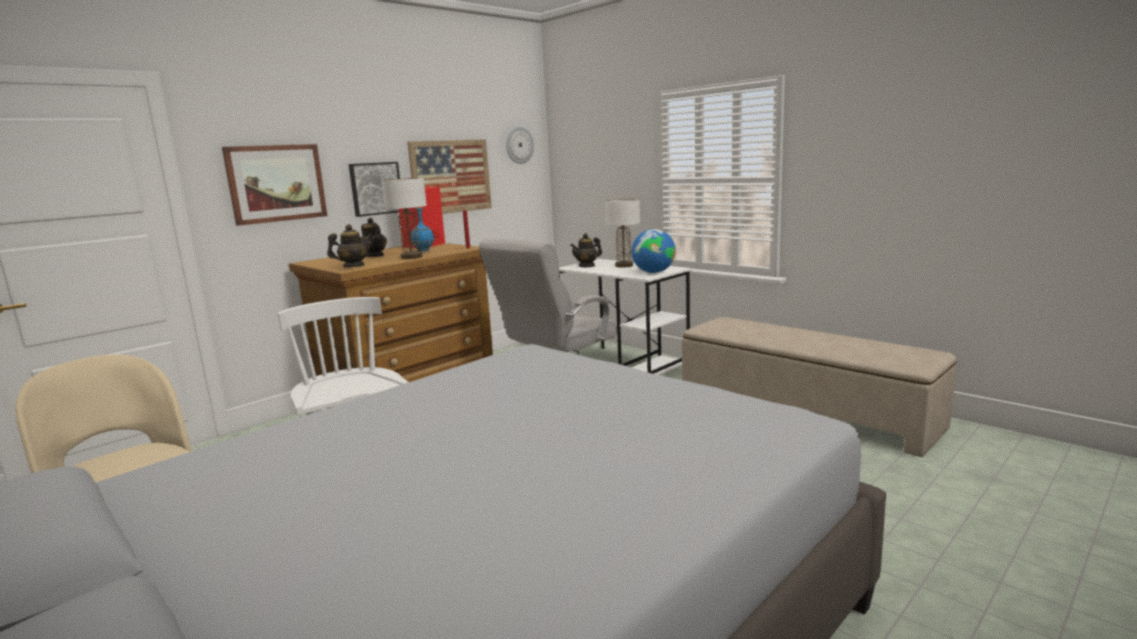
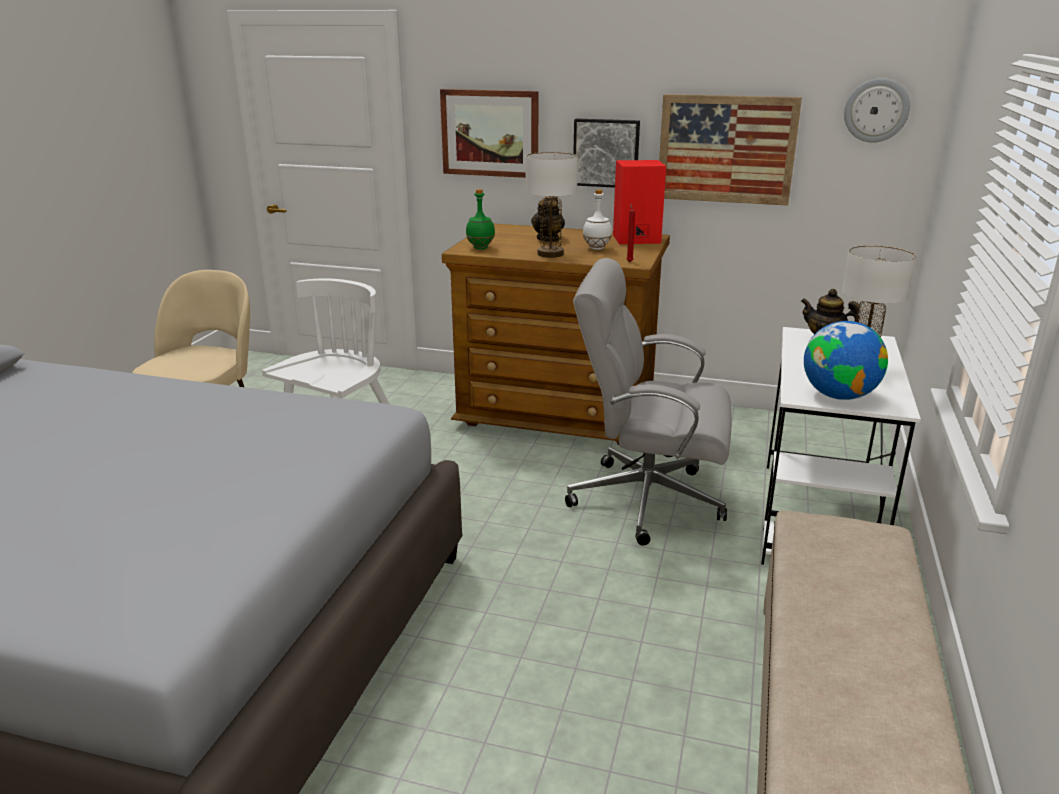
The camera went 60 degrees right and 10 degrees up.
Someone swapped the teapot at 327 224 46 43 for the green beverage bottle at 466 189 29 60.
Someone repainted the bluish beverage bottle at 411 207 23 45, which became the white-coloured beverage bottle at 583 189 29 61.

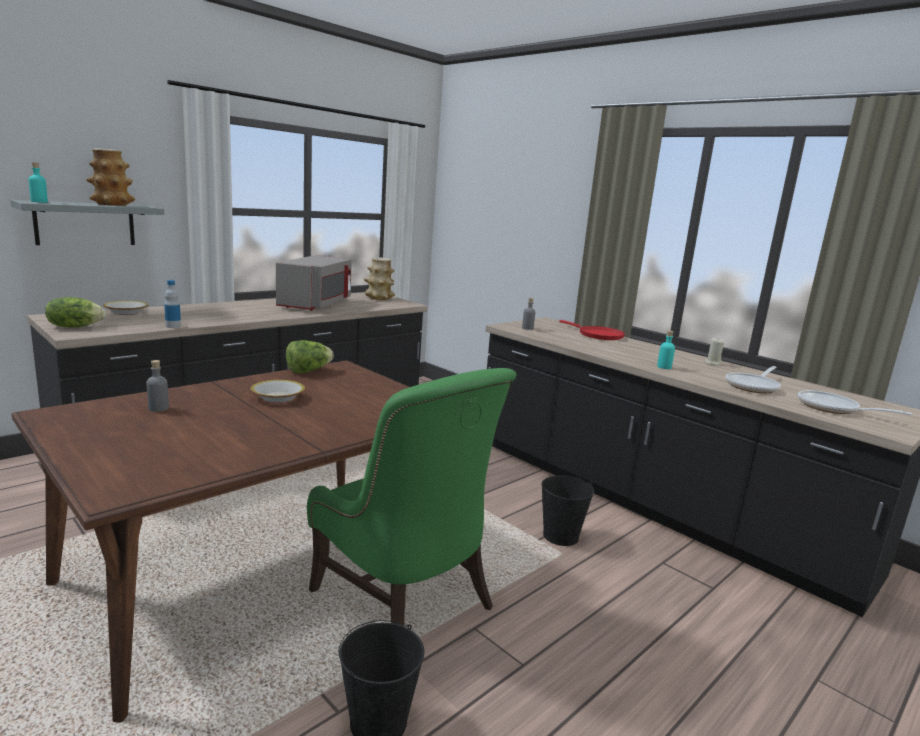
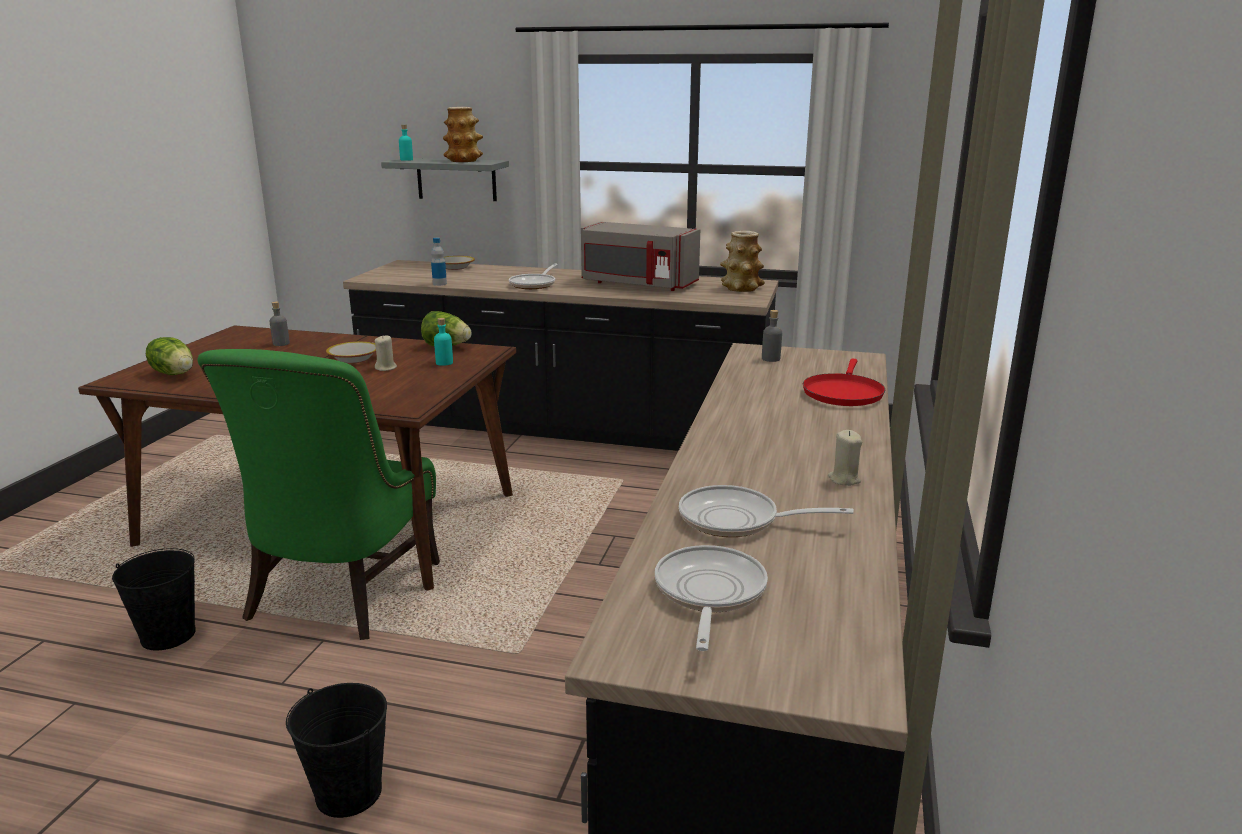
The camera went 60 degrees right and 5 degrees up.
Someone put down the beige-coloured wax candle at 375 335 22 36.
Someone put down the frying pan at 509 263 49 26.
Someone carried the lettuce head from 45 297 61 30 to 146 337 47 38.
Someone carried the black bucket from 542 476 52 70 to 286 683 101 135.
Someone carried the turquoise beverage bottle from 657 330 18 39 to 434 318 19 48.
Someone rotated the greyish kitchen microwave at 276 255 76 56 by 45 degrees clockwise.

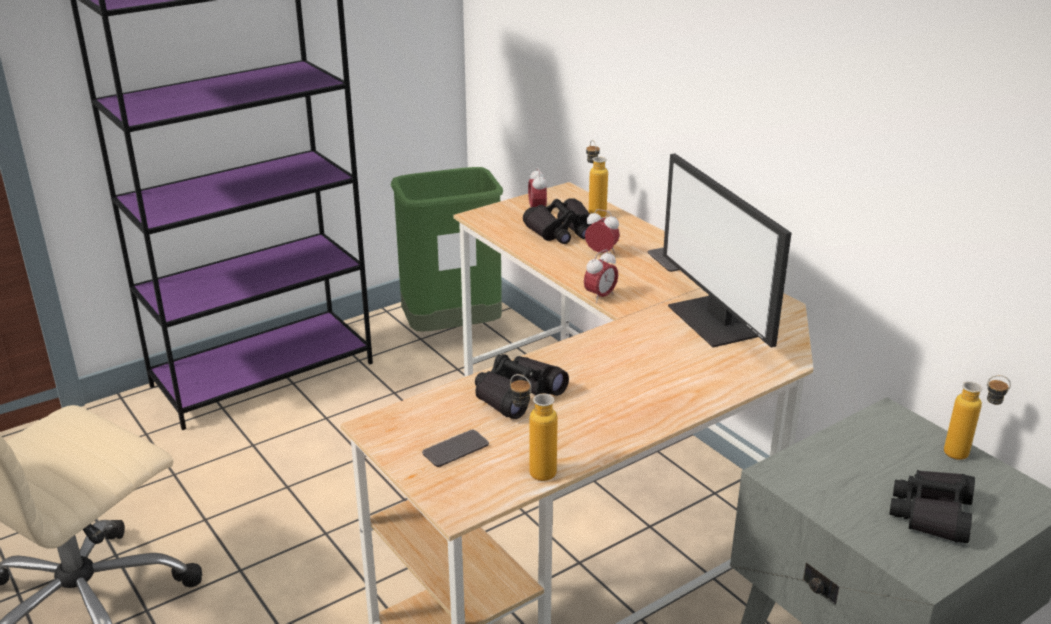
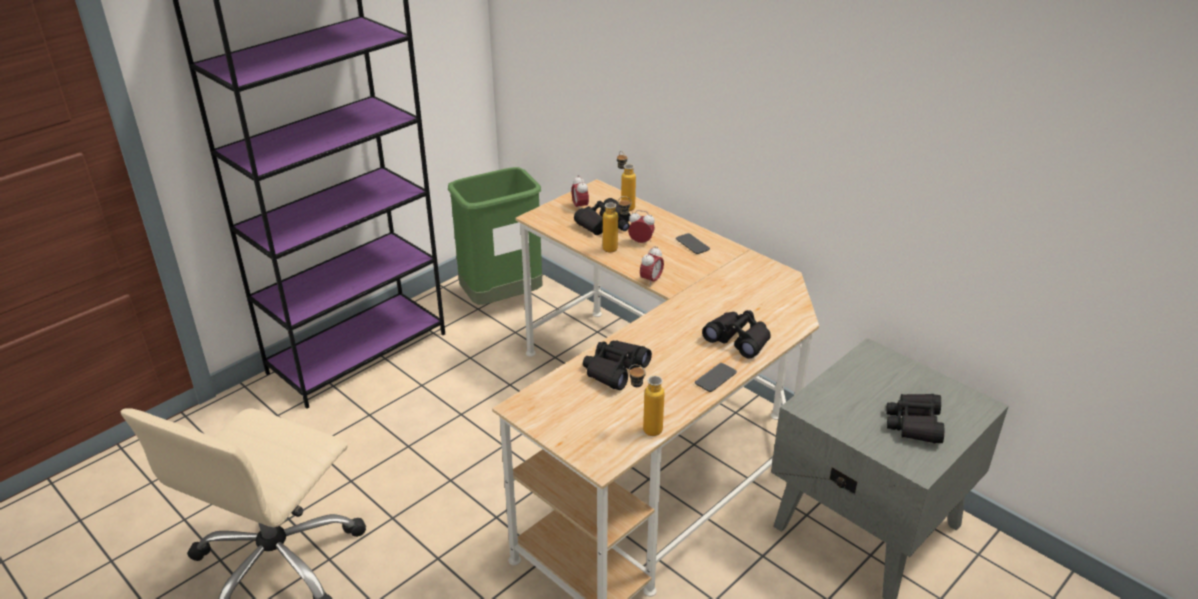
The camera went 10 degrees left and 5 degrees up.
Someone took away the computer display at 663 154 128 193.
Someone put down the black pair of binoculars at 702 310 69 48.
Someone carried the telephone from 422 430 67 37 to 695 363 42 29.
Someone carried the beverage bottle from 944 375 67 85 to 603 196 28 56.

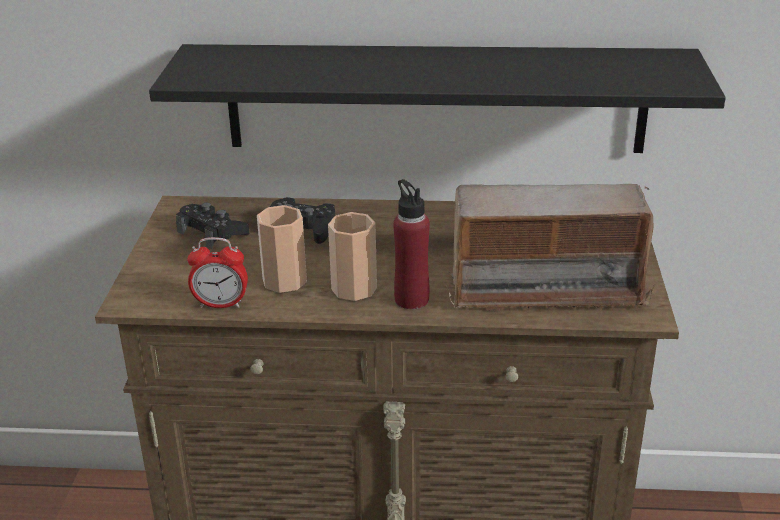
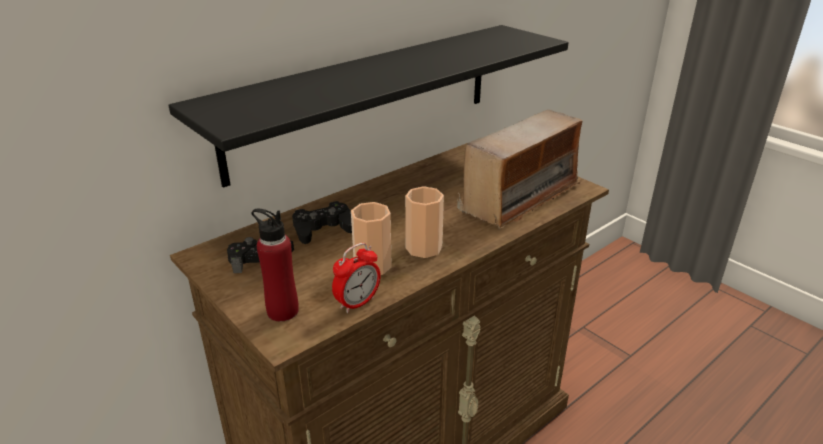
The camera went 45 degrees left and 0 degrees up.
Someone carried the red-coloured beverage bottle from 393 179 37 130 to 252 209 47 112.

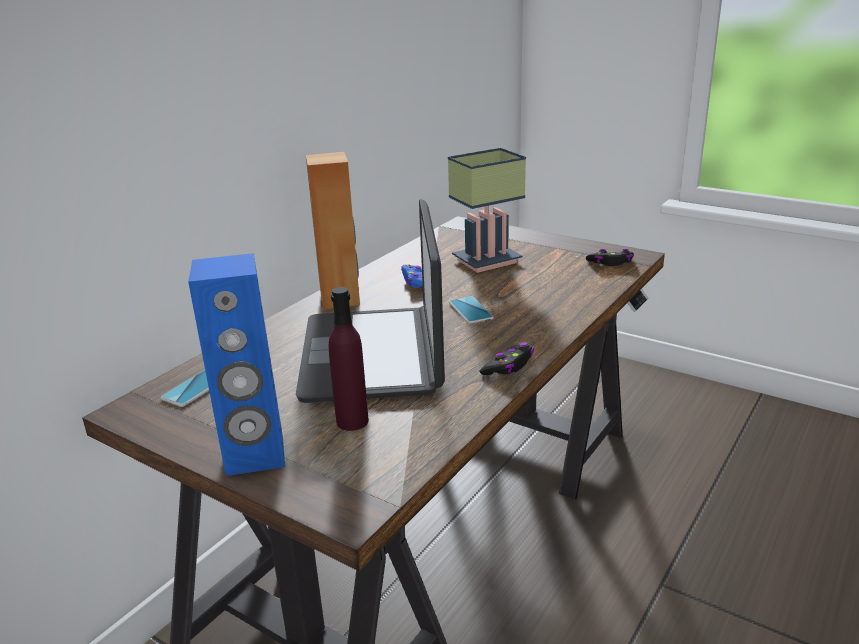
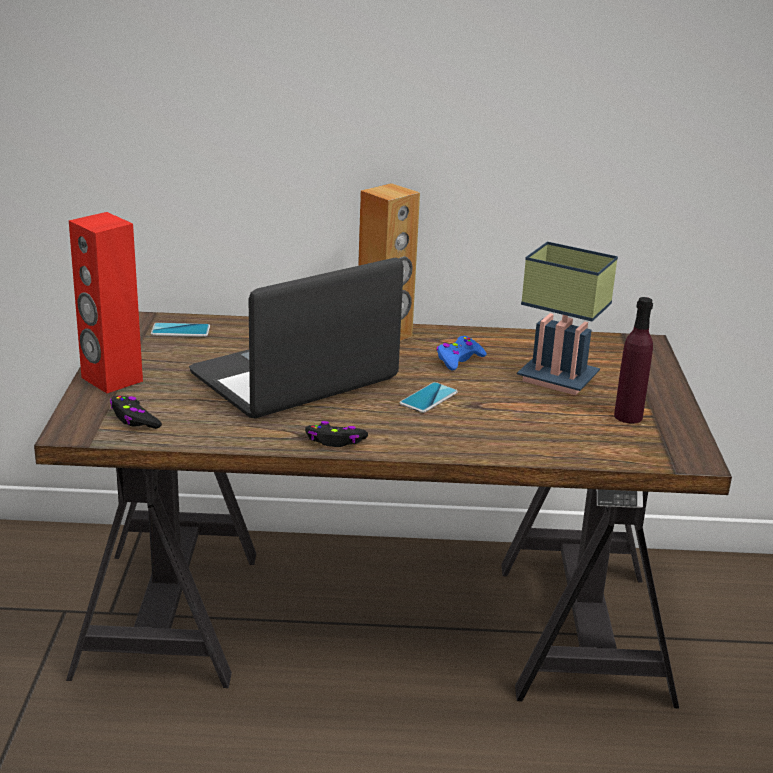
The camera went 55 degrees right and 0 degrees up.
Someone carried the purplish beverage bottle from 329 287 40 144 to 614 297 39 126.
Someone carried the black game controller from 586 249 48 17 to 110 396 52 33.
Someone repainted the bluish audio speaker at 188 253 97 223, which became the red-coloured audio speaker at 69 212 74 181.

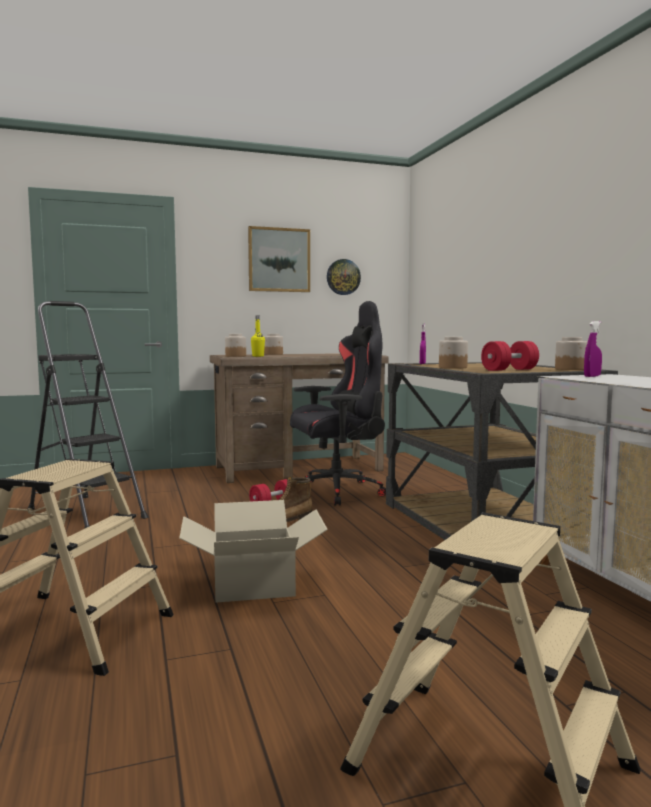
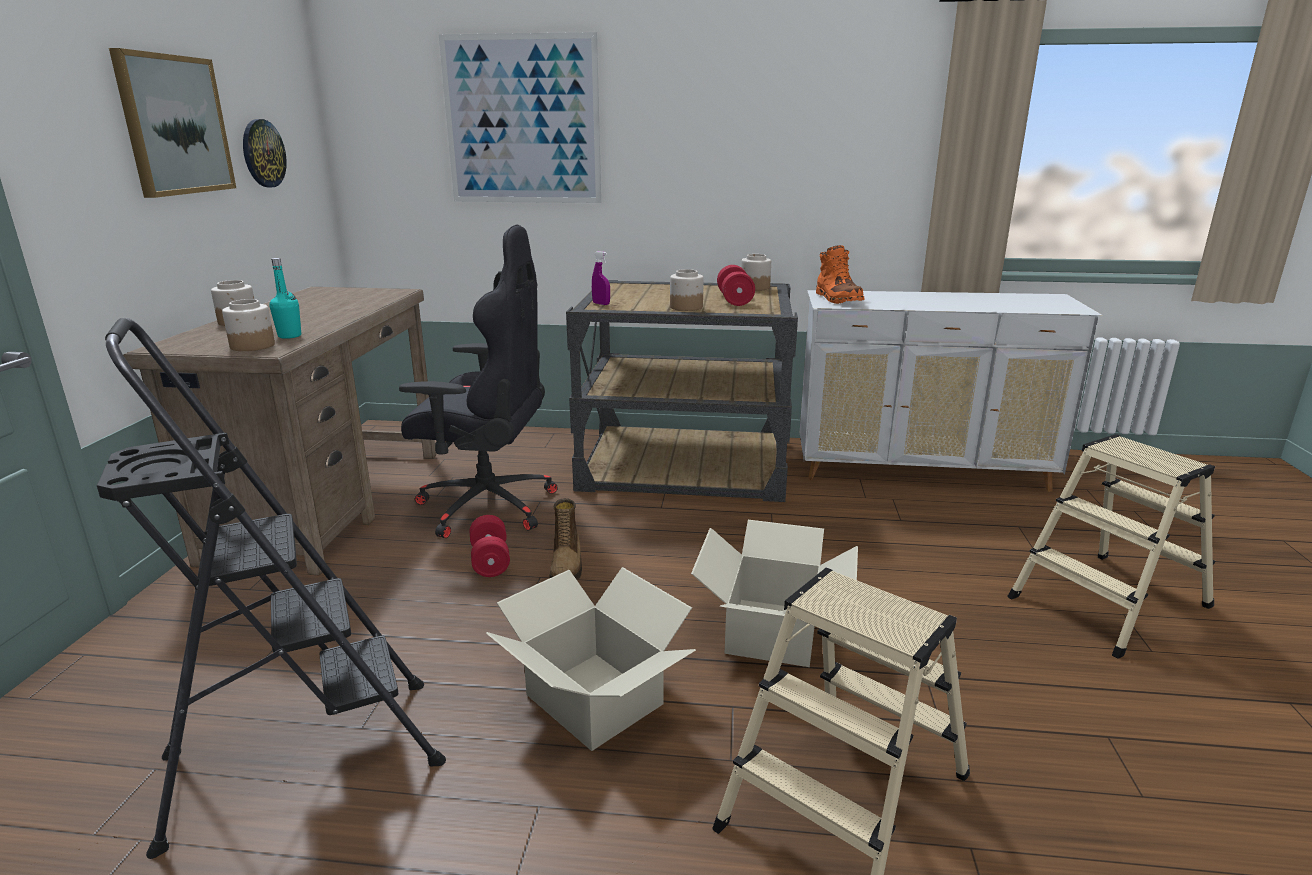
The camera went 65 degrees left and 15 degrees up.
Someone put up the wall art at 439 32 162 171.
Someone put down the cardboard box at 486 567 210 184.
Someone swapped the purplish sprayer at 584 321 18 56 for the orange high-top boot at 816 245 48 59.
Someone repainted the yellow beverage bottle at 251 316 14 41, which became the turquoise beverage bottle at 269 258 32 81.
Someone rotated the black office chair at 290 301 96 204 by 90 degrees clockwise.

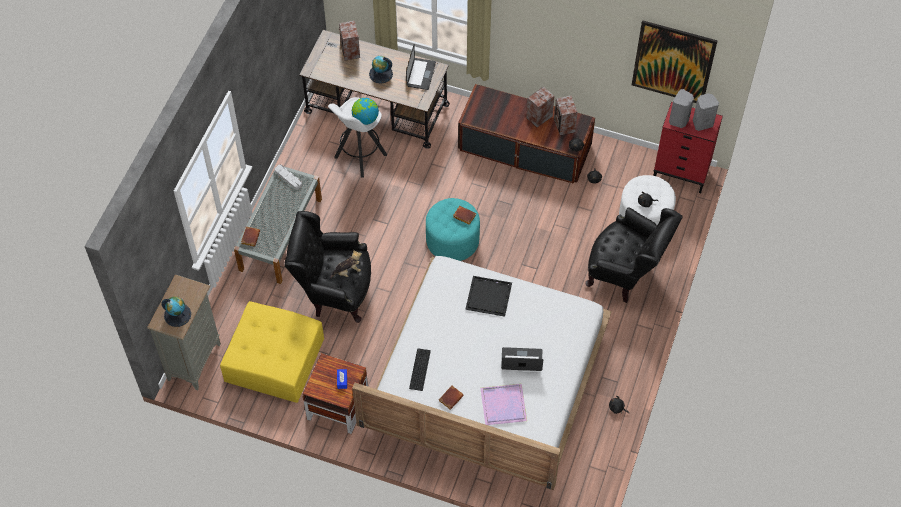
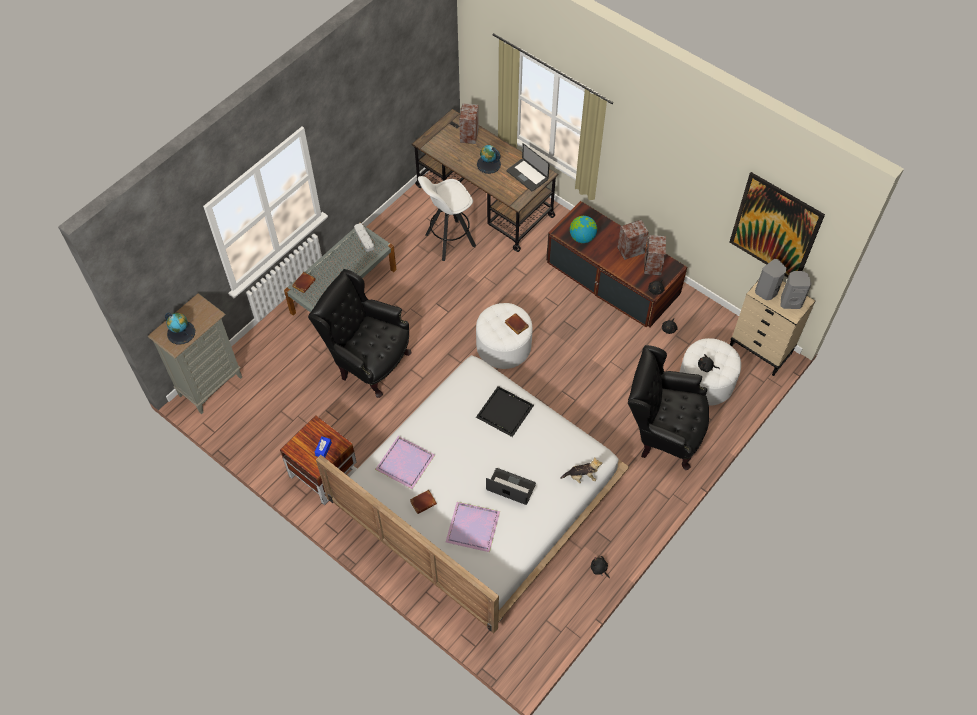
The camera went 20 degrees right and 0 degrees up.
Someone took away the yellow ottoman at 220 301 104 102.
Someone carried the soft toy from 330 250 32 29 to 560 457 42 26.
Someone carried the globe from 352 98 27 27 to 570 216 27 27.
Someone swapped the keyboard at 409 348 22 43 for the purplish carrying tray at 375 436 60 53.
Someone repainted the turquoise ottoman at 426 198 54 63, which became the white-coloured ottoman at 476 303 57 66.
Someone repainted the red-coloured chest of drawers at 653 102 70 91, which became the beige-coloured chest of drawers at 730 281 85 95.
Someone rotated the notebook computer at 406 45 30 45 by 105 degrees clockwise.
Someone rotated the black lounge chair at 585 207 98 96 by 150 degrees clockwise.

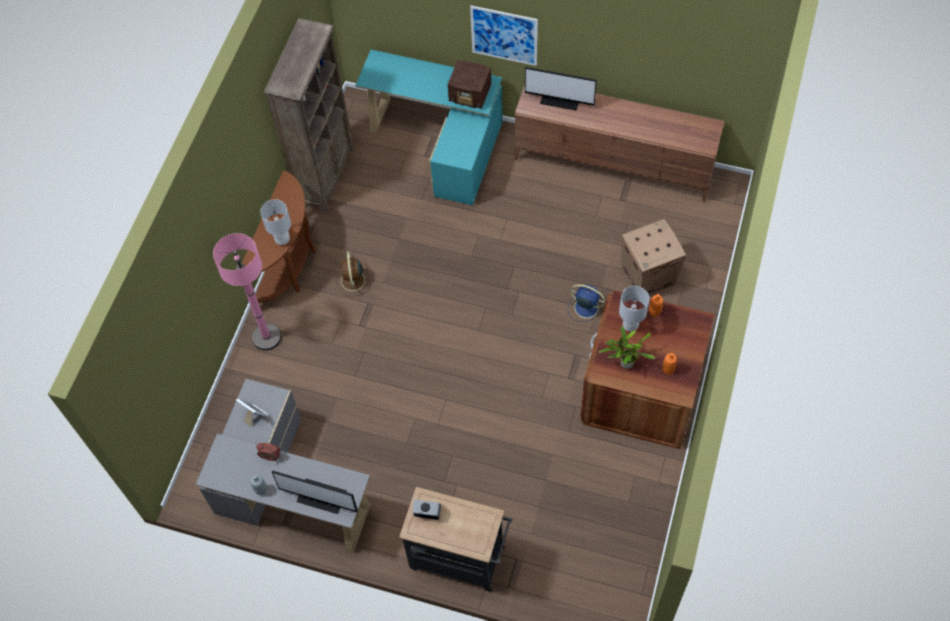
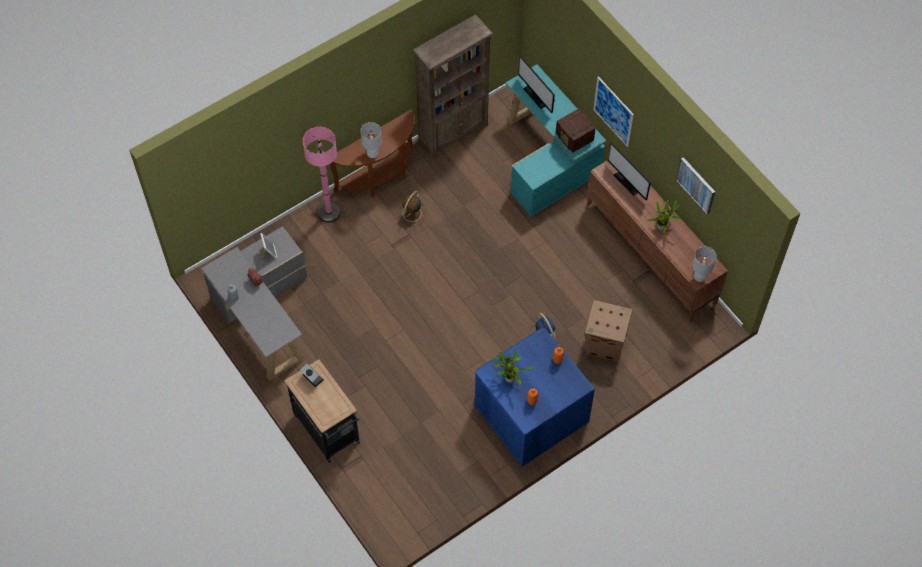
The camera went 35 degrees right and 0 degrees up.
Someone put down the potted plant at 646 199 35 35.
Someone put up the wall art at 676 157 39 57.
Someone carried the computer display from 272 470 86 44 to 518 56 37 57.
Someone carried the greyish table lamp from 619 286 30 46 to 692 246 25 36.
Someone repainted the brown chest of drawers at 581 290 133 159, which became the bluish chest of drawers at 475 328 120 139.

